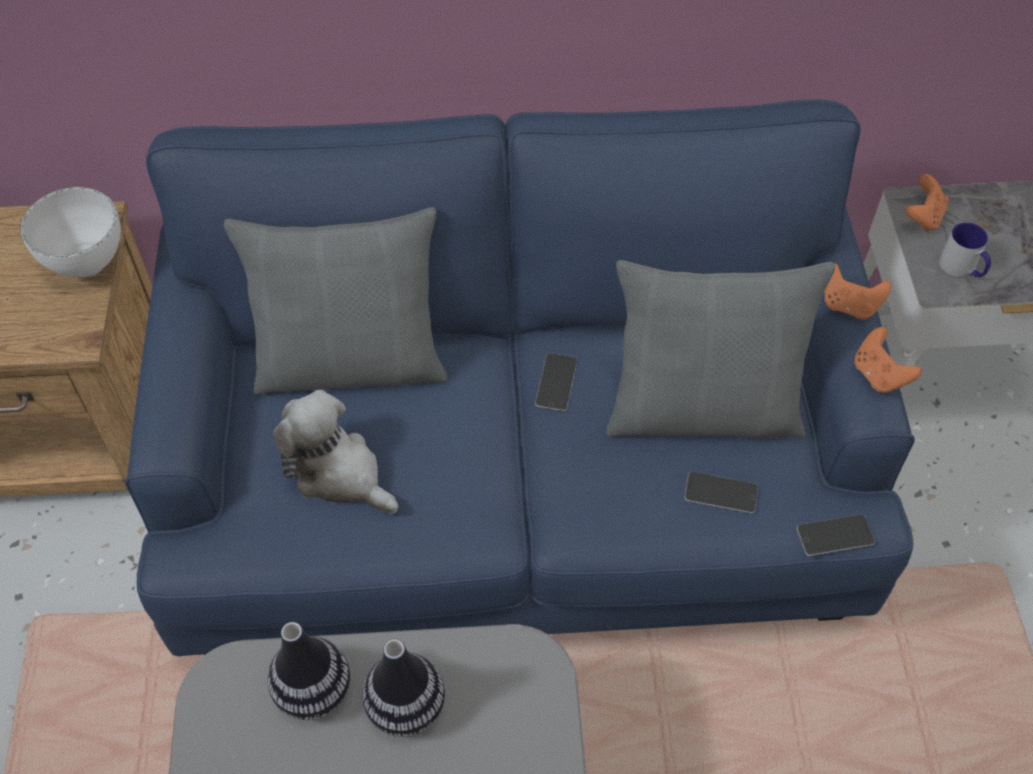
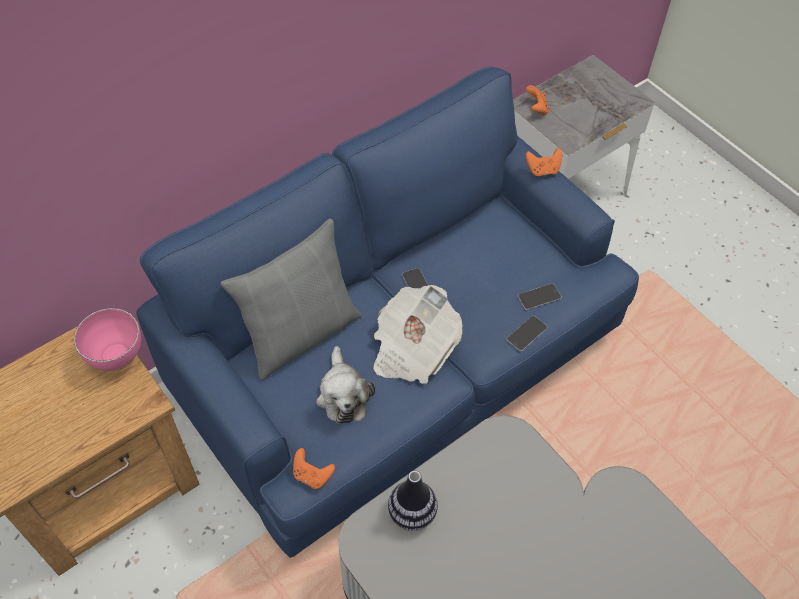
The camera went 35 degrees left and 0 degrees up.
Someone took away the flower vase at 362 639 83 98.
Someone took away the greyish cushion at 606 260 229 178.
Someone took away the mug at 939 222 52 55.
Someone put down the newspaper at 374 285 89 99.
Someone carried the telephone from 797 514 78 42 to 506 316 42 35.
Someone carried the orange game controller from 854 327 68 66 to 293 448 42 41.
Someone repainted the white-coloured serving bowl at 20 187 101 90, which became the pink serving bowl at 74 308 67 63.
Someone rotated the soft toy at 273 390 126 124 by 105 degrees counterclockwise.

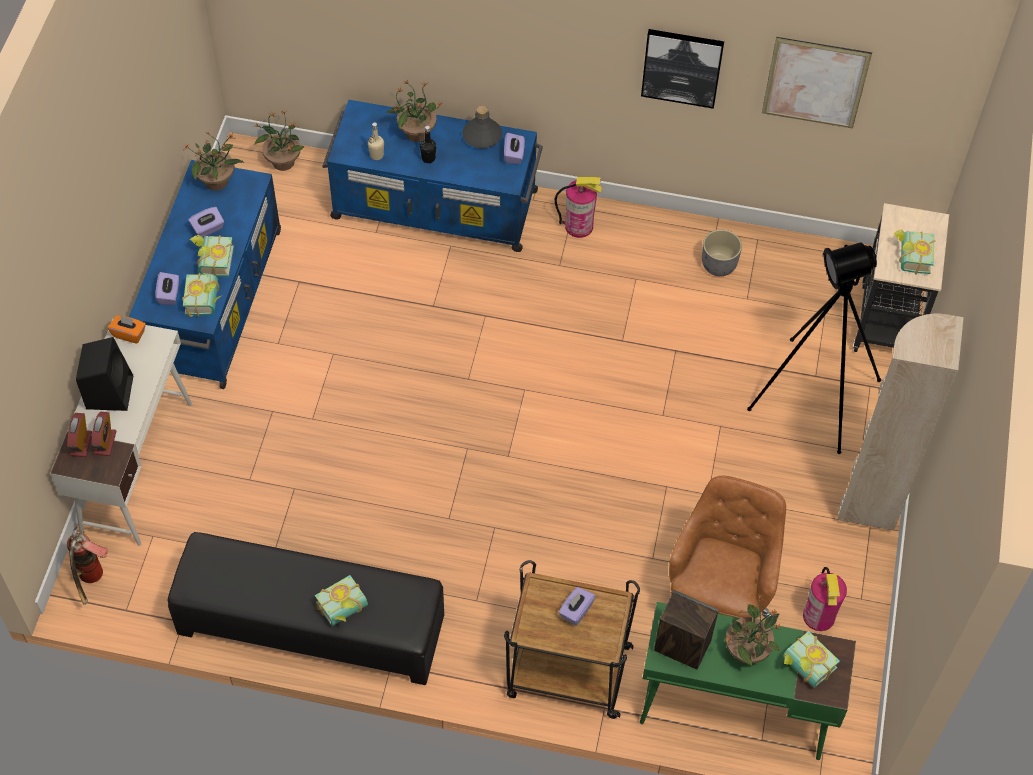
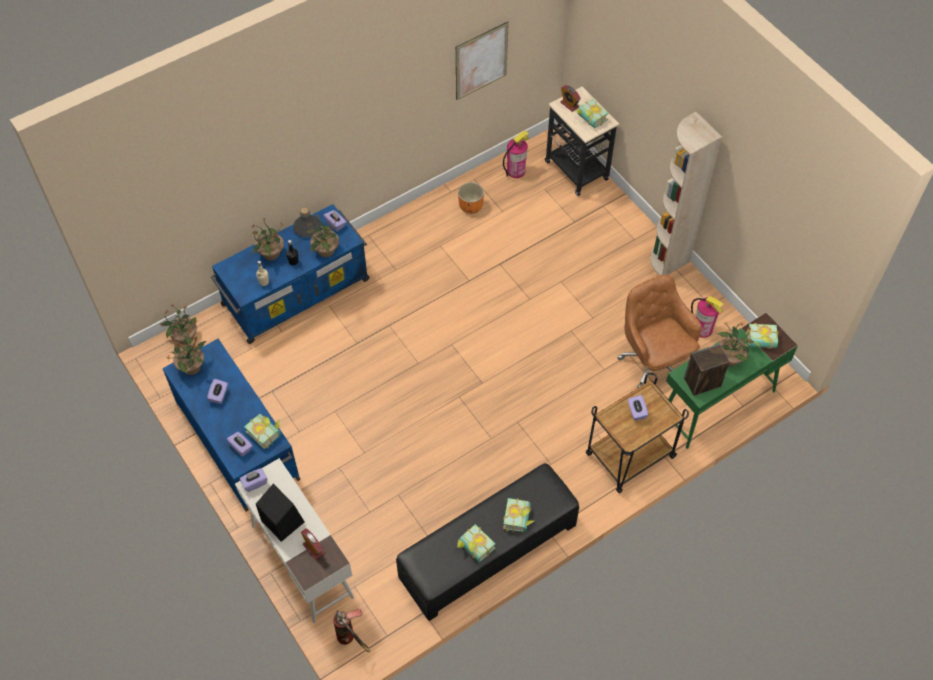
The camera went 45 degrees left and 0 degrees up.
Someone took away the wall art at 641 29 83 80.
Someone took away the black standing lamp at 747 242 134 212.
Someone put down the potted plant at 307 215 32 42.
Someone carried the bedside clock from 67 413 25 44 to 560 85 21 27.
Someone carried the bound book from 190 235 44 42 to 457 524 38 38.
Someone carried the fire extinguisher from 555 177 47 61 to 503 130 27 48.
Someone repainted the orange tissue box at 108 315 38 29, which became the purplish tissue box at 240 468 27 24.
Someone repainted the greyish planter at 702 229 40 47, which became the orange planter at 458 182 26 32.

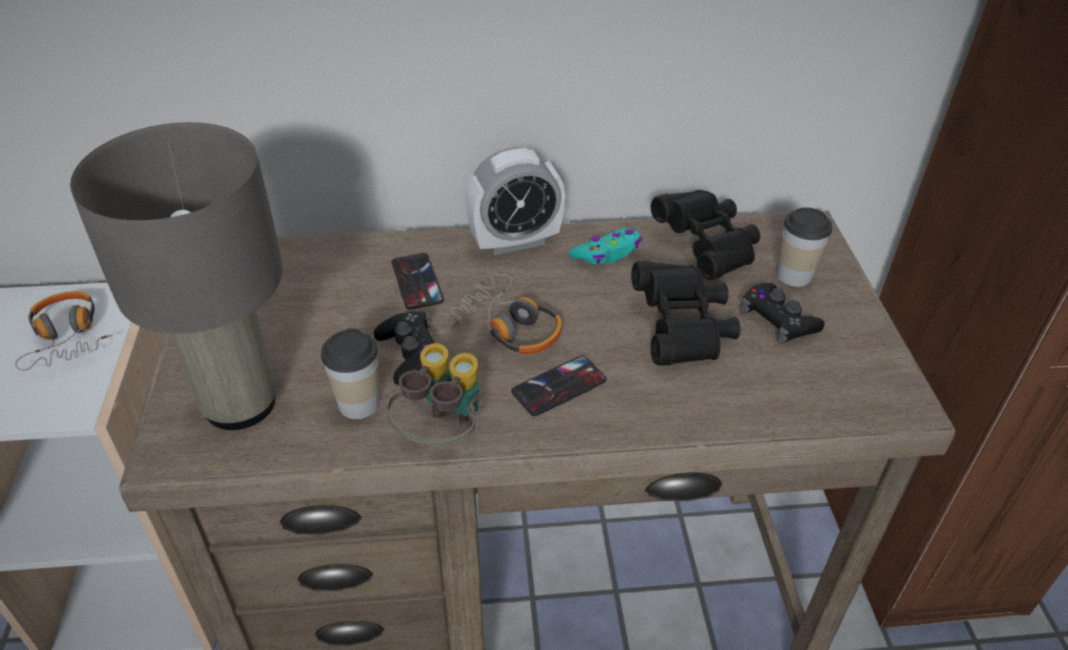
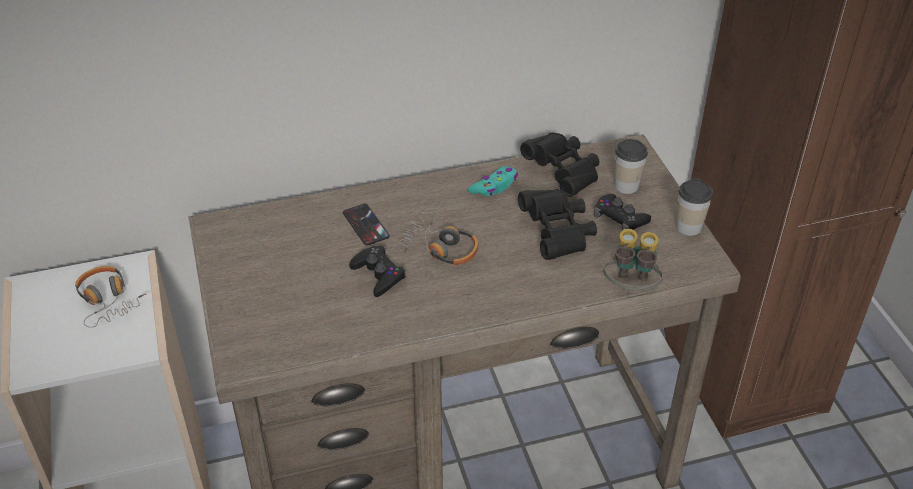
The camera went 10 degrees left and 0 degrees up.
Someone took away the greyish table lamp at 70 122 213 308.
Someone took away the bedside clock at 465 148 100 107.
Someone took away the telephone at 511 355 96 61.
Someone carried the drinking cup from 321 328 58 91 to 676 178 37 58.
Someone carried the pair of binoculars from 387 343 93 103 to 603 229 60 61.

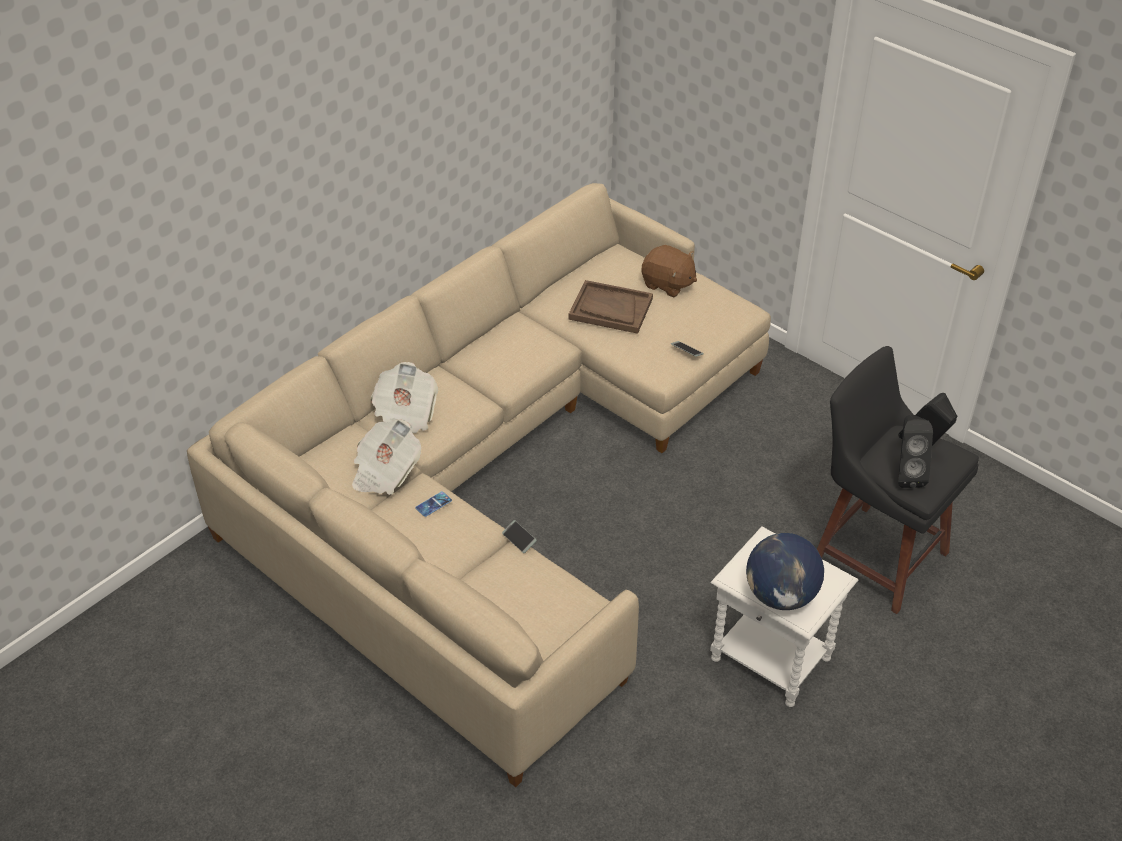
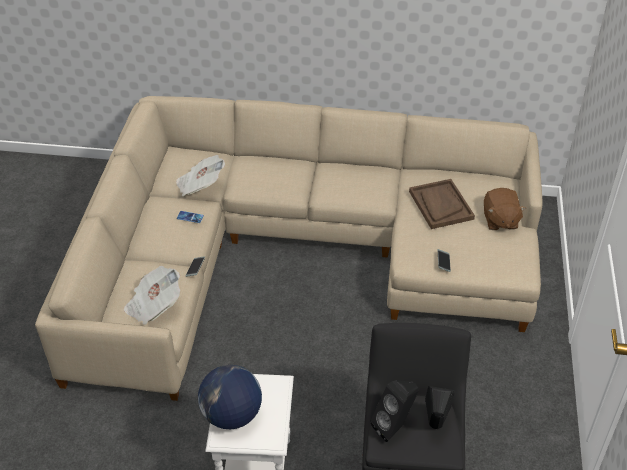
The camera went 55 degrees right and 0 degrees up.
Someone carried the newspaper from 371 362 67 71 to 124 266 56 59.

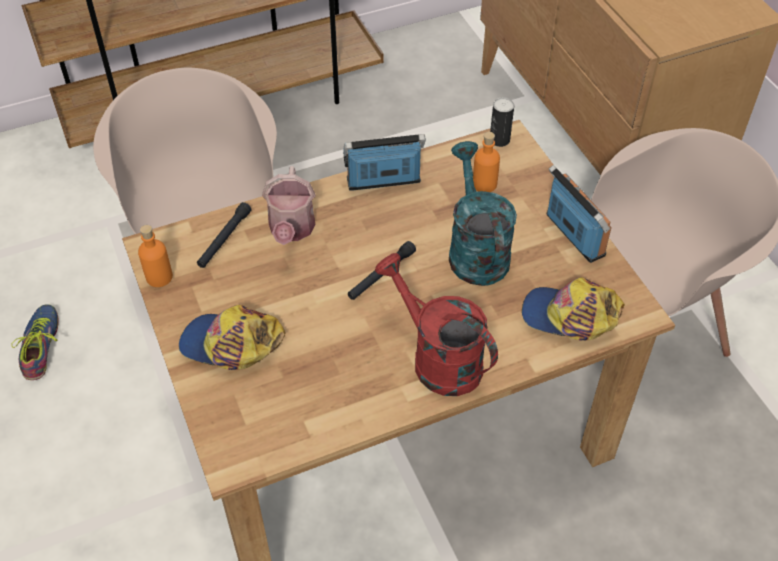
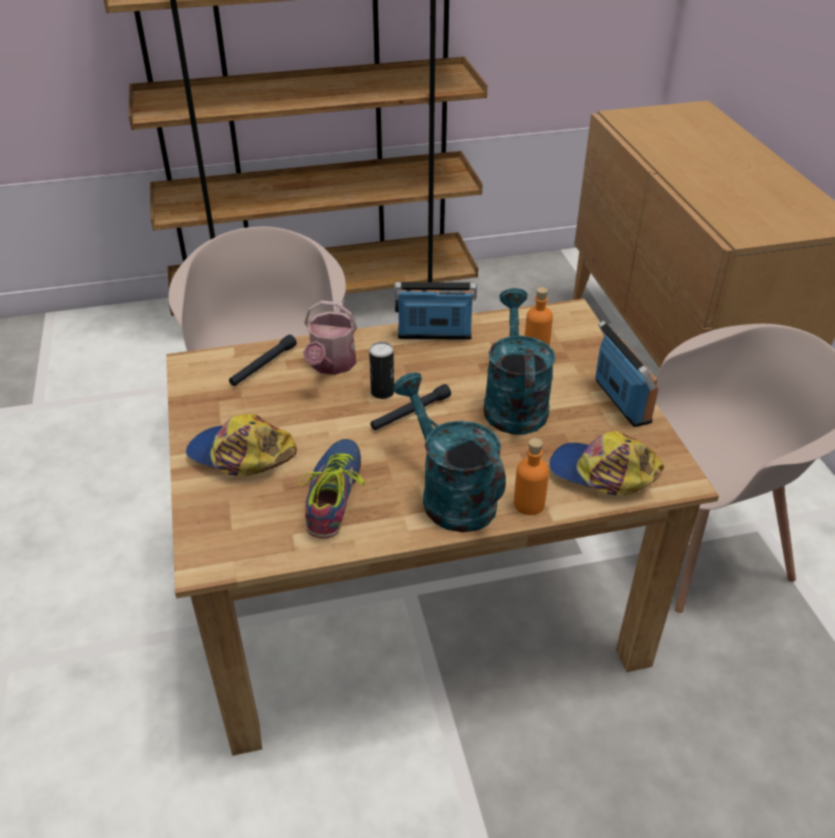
The camera went 10 degrees right and 10 degrees down.
Someone carried the low shoe from 11 304 47 76 to 299 439 67 100.
Someone carried the orange beverage bottle from 138 225 35 62 to 514 438 35 77.
Someone carried the metal can from 490 97 24 50 to 369 342 25 57.
Someone repainted the red-coloured sprinkling can at 375 253 123 143, which became the turquoise sprinkling can at 393 372 113 160.

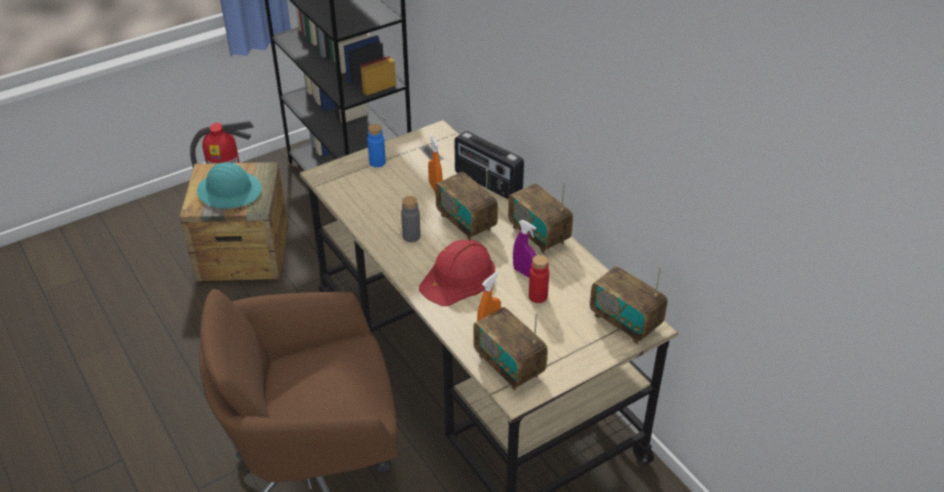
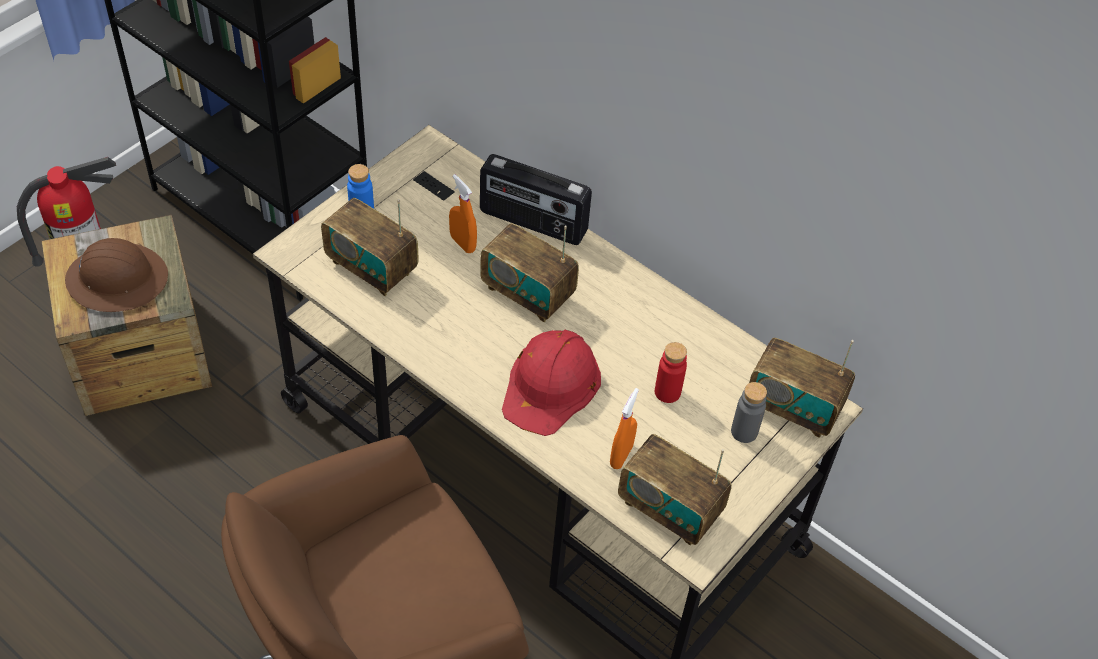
The camera went 20 degrees left and 10 degrees up.
Someone took away the purplish sprayer at 513 220 23 58.
Someone carried the greyish beverage bottle from 401 196 20 46 to 731 382 36 61.
Someone carried the radio from 508 181 65 73 to 321 198 98 98.
Someone repainted the turquoise hard hat at 197 162 65 47, which became the brown hard hat at 65 238 103 74.

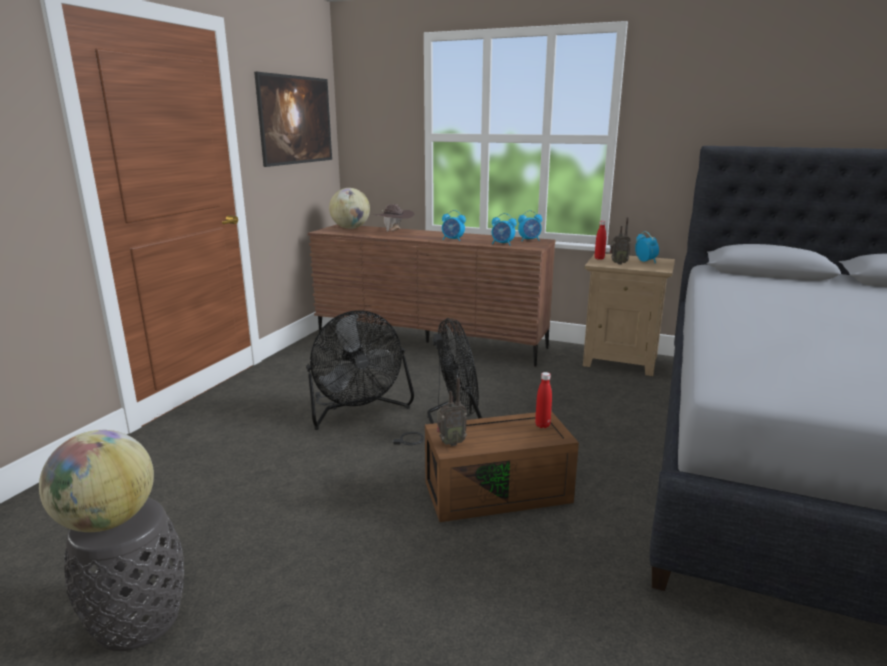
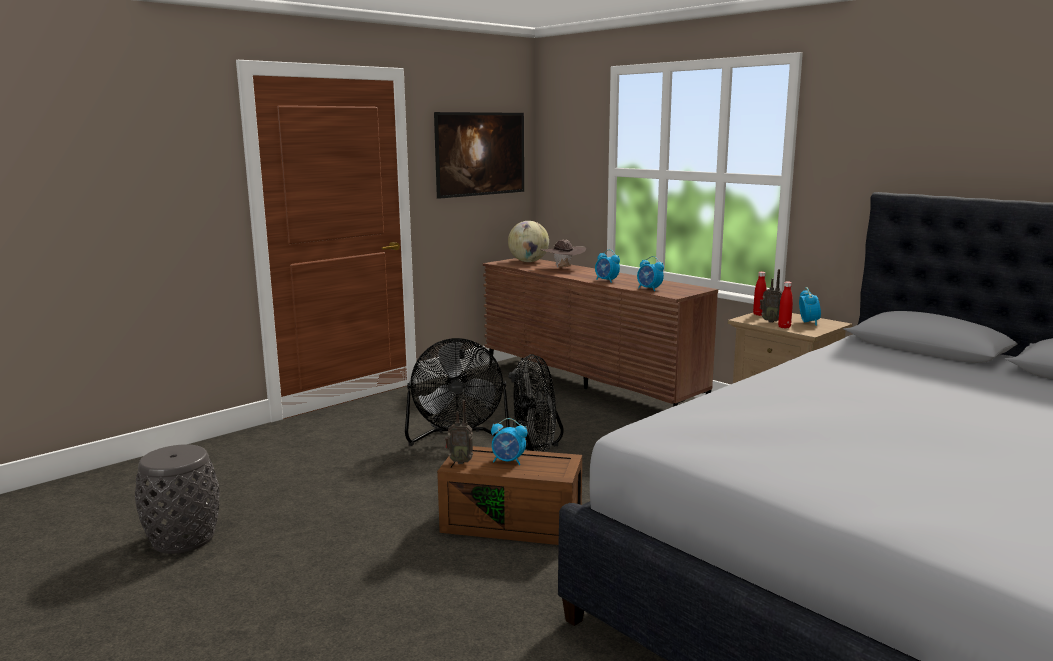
The camera went 25 degrees right and 5 degrees down.
Someone took away the globe at 39 430 115 102.
Someone carried the bedside clock from 518 210 24 31 to 491 418 36 47.
Someone carried the red-coloured beverage bottle from 535 372 17 56 to 778 281 15 47.

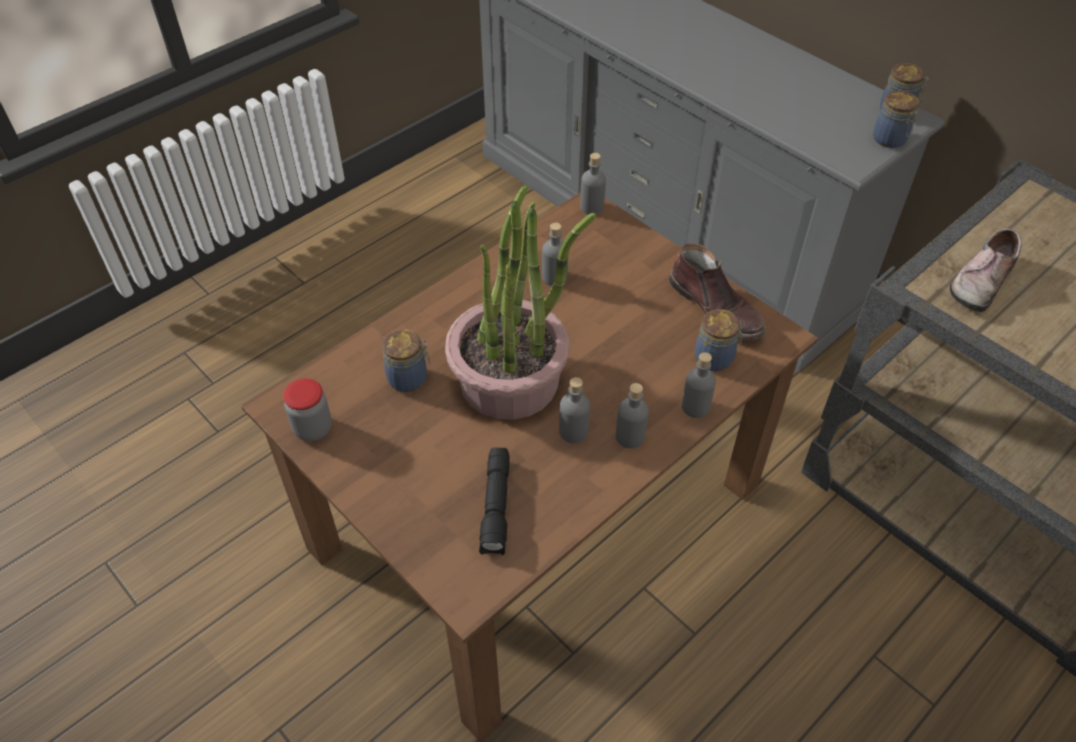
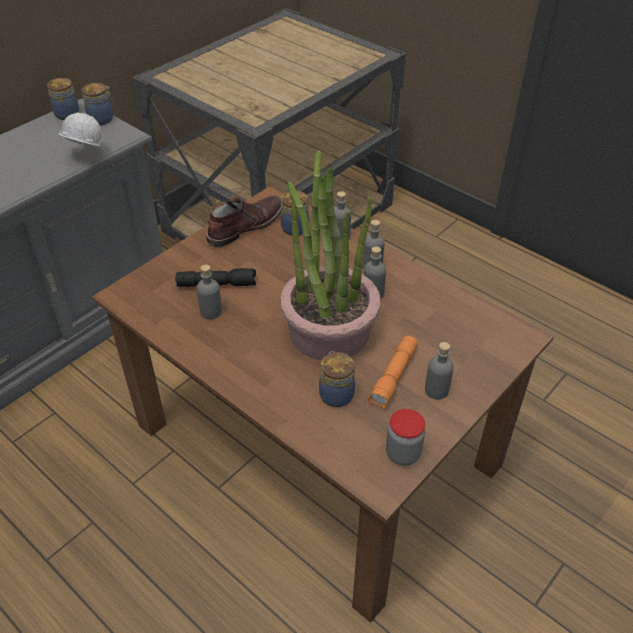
The camera went 95 degrees left and 5 degrees down.
Someone took away the low shoe at 950 229 72 83.
Someone put down the white-coloured hard hat at 58 112 43 37.
Someone put down the orange flashlight at 368 336 49 73.
Someone carried the black flashlight from 479 447 31 108 to 175 268 81 19.
Someone carried the greyish beverage bottle from 580 153 26 62 to 425 342 29 57.

